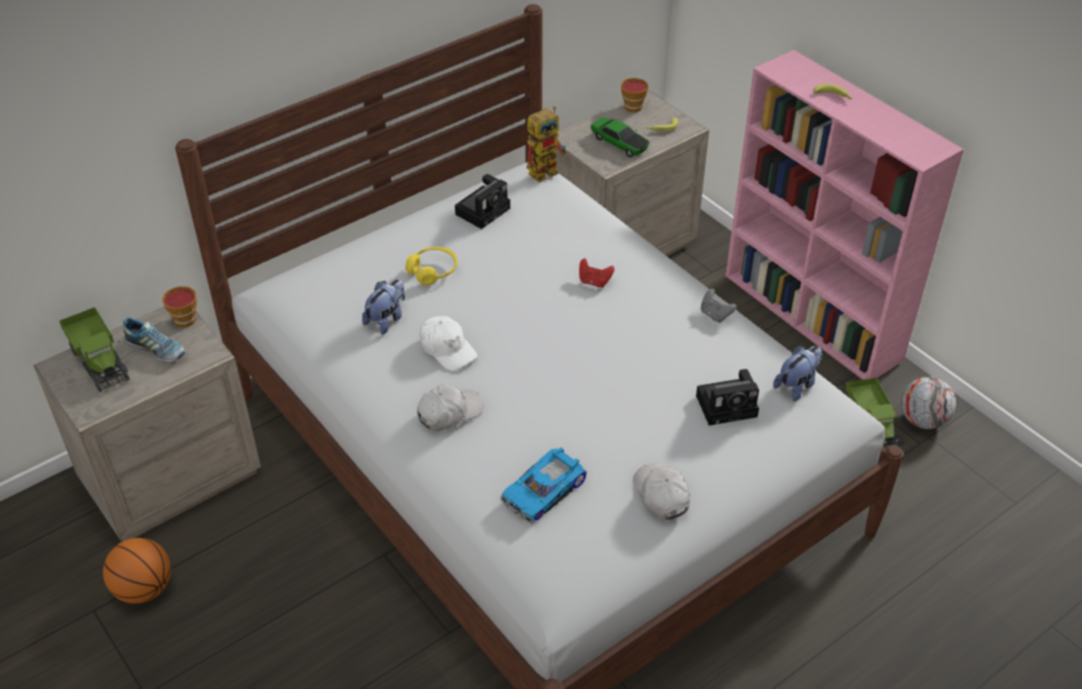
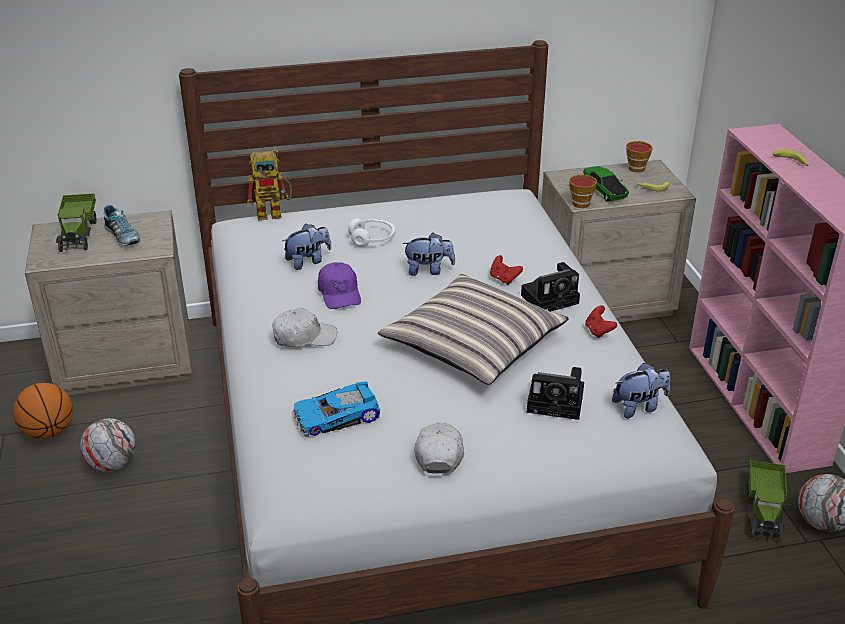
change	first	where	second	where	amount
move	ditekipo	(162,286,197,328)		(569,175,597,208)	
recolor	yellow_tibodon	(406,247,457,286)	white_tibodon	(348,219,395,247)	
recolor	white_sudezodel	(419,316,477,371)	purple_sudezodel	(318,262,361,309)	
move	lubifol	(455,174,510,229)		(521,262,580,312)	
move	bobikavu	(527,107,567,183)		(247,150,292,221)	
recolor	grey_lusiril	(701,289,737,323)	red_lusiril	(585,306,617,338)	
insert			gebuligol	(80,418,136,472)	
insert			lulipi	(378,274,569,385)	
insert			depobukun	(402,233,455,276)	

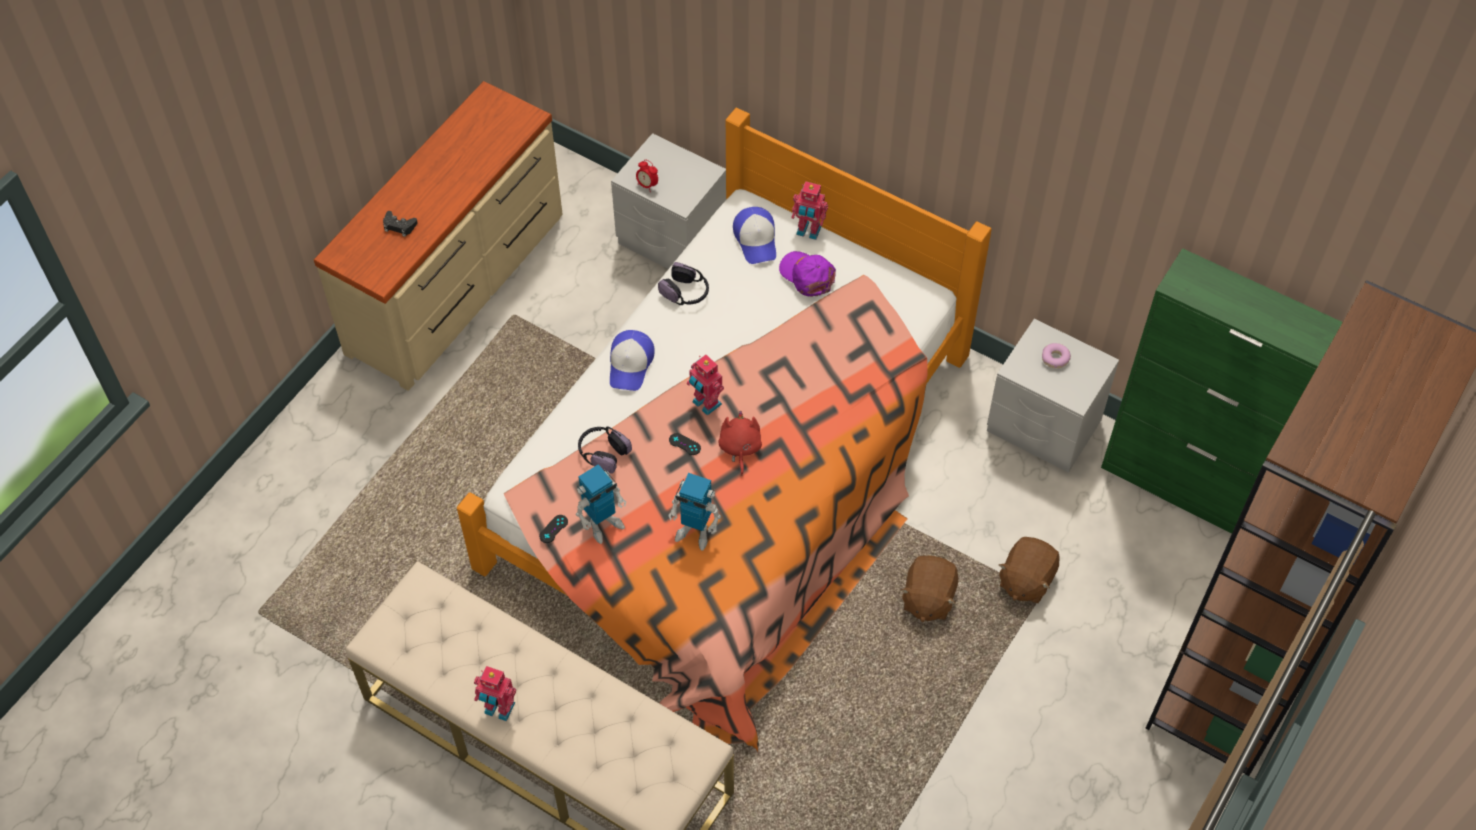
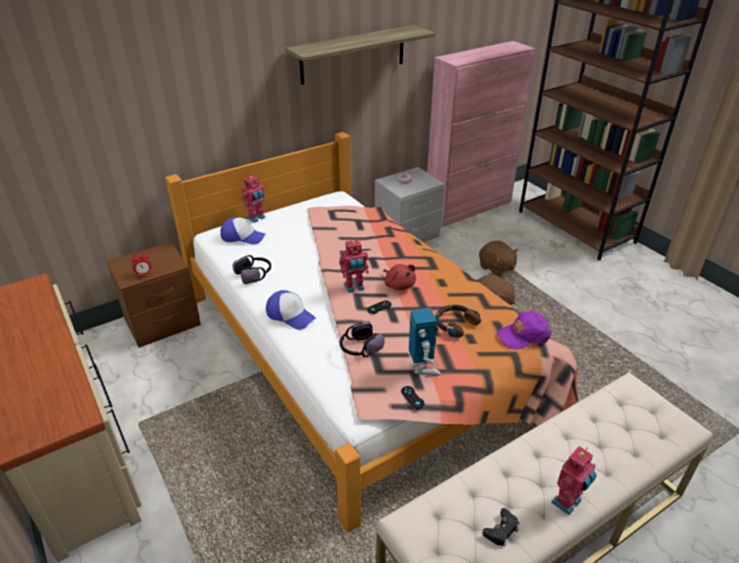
change	first	where	second	where	amount
move	black_lusiril	(383,211,418,237)		(482,508,519,547)	
recolor	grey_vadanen	(611,133,726,269)	brown_vadanen	(106,242,201,348)	
replace	bobikavu	(668,473,721,551)	tibodon	(435,304,481,338)	
rotate	red_depobukun	(718,411,762,475)		(383,264,416,291)	150 degrees counterclockwise
move	purple_sudezodel	(779,251,836,297)		(497,311,552,349)	
recolor	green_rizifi	(1101,248,1343,534)	pink_rizifi	(427,41,536,227)	
insert			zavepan	(285,25,435,85)	

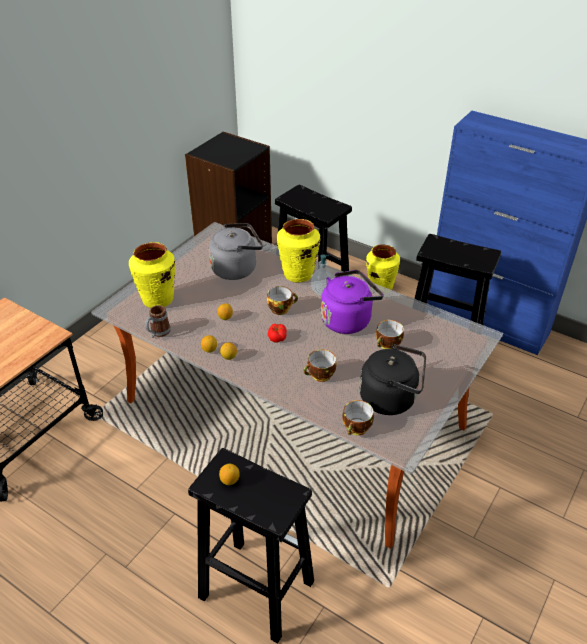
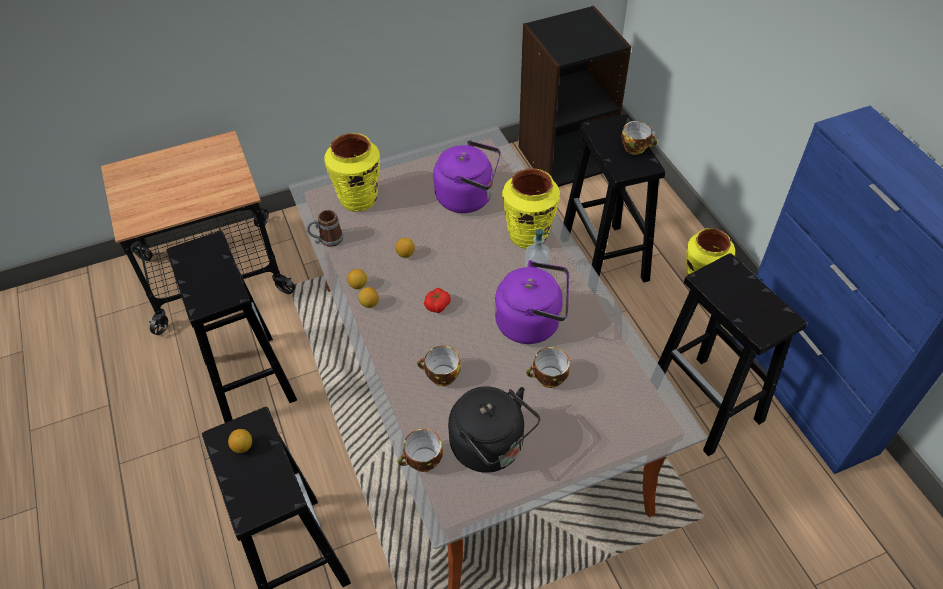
change	first	where	second	where	amount
recolor	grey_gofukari	(209,223,263,280)	purple_gofukari	(433,140,501,213)	
move	ditekipo	(267,286,298,315)		(621,121,657,155)	
insert			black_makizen	(166,231,297,423)	

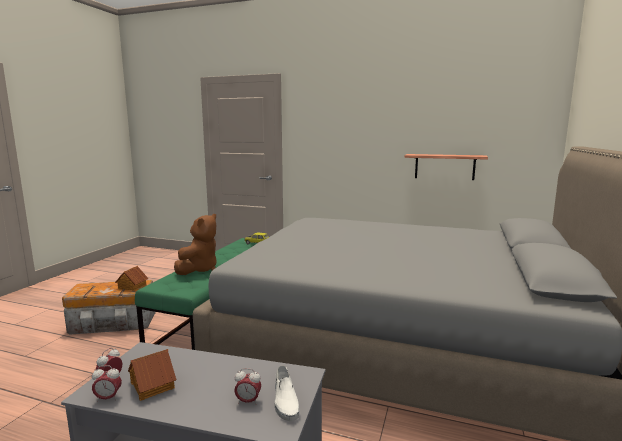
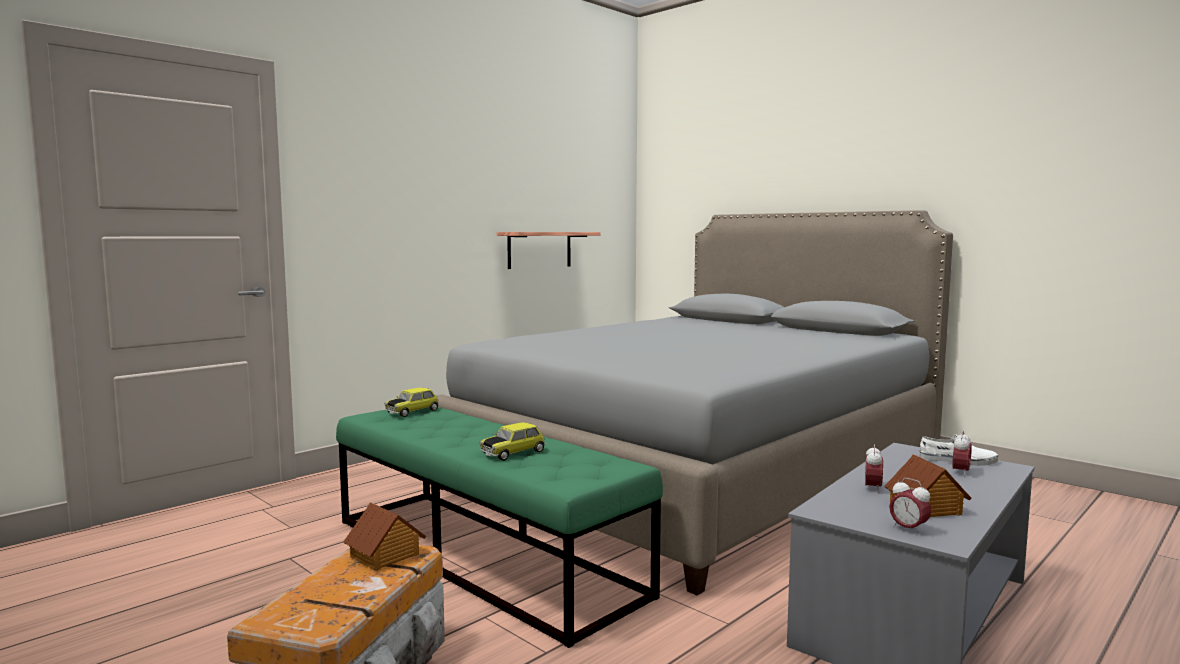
change	first	where	second	where	amount
move	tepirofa	(92,365,122,402)		(865,444,883,493)	
replace	brown_depobukun	(174,214,217,275)	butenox	(480,422,546,461)	

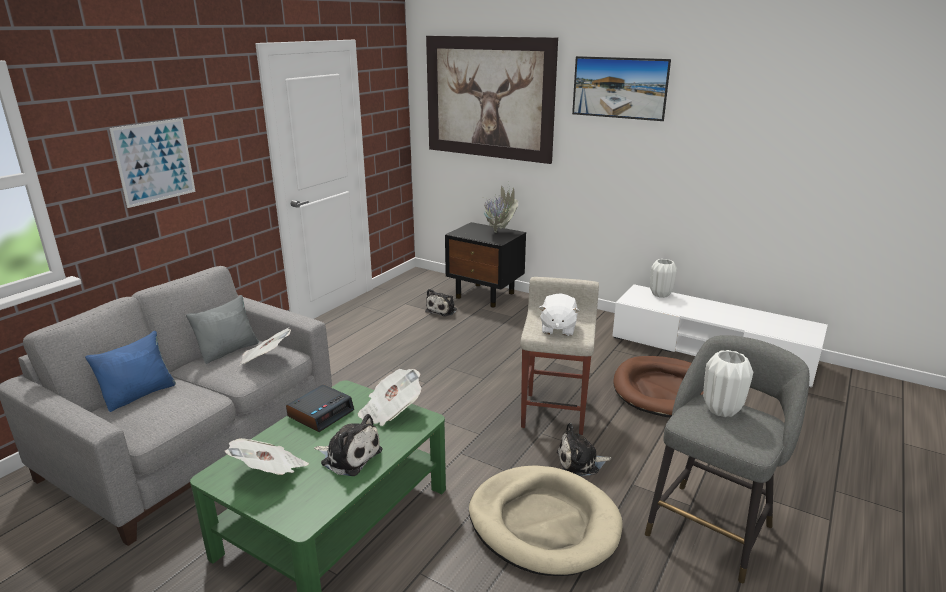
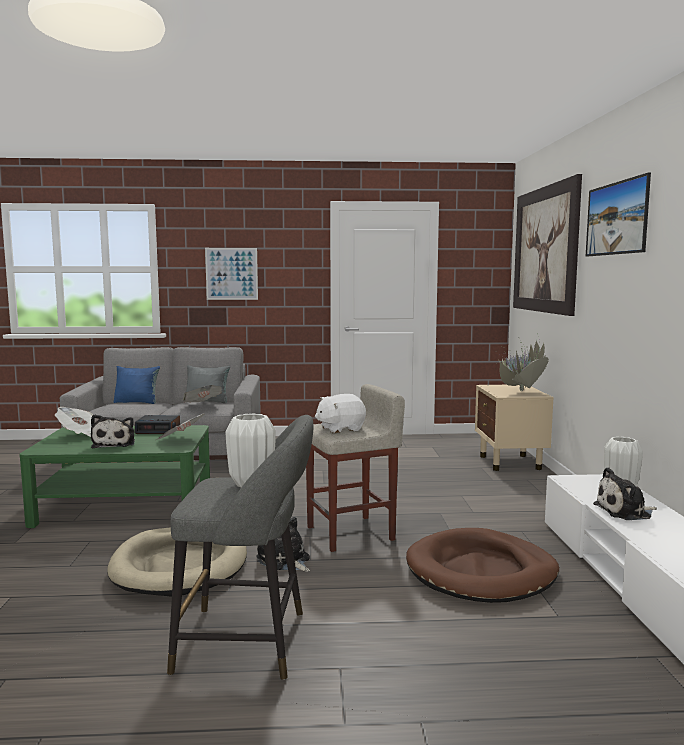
change	first	where	second	where	amount
move	depobukun	(425,289,457,316)		(593,467,657,520)	
recolor	black_vadanen	(445,222,526,307)	beige_vadanen	(475,385,554,471)	

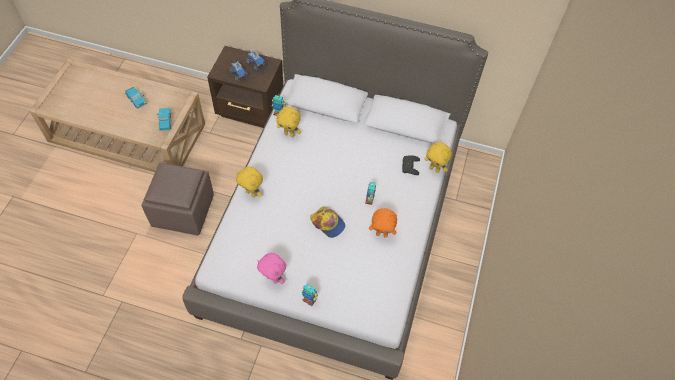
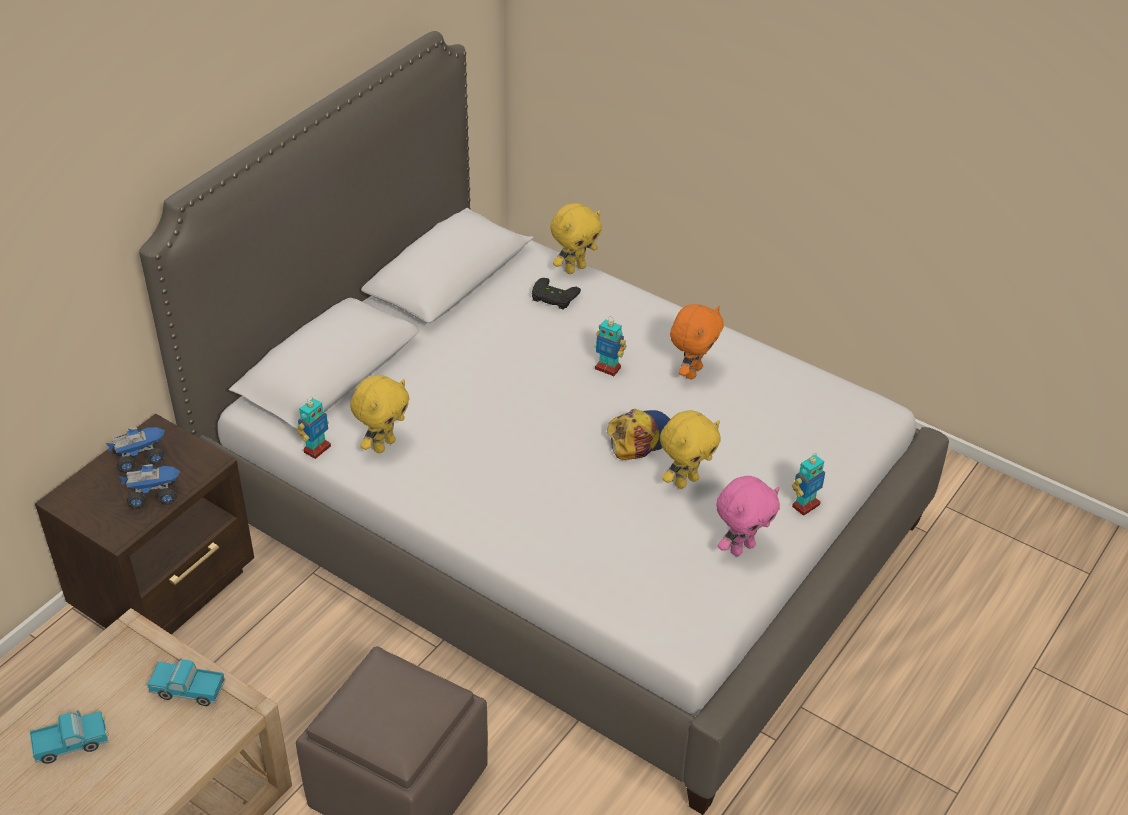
change	first	where	second	where	amount
move	yellow_depobukun	(236,166,263,197)		(660,410,721,489)	

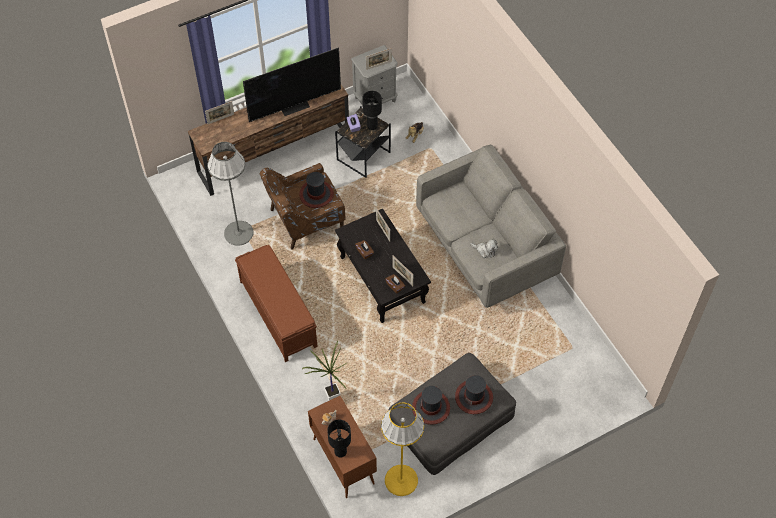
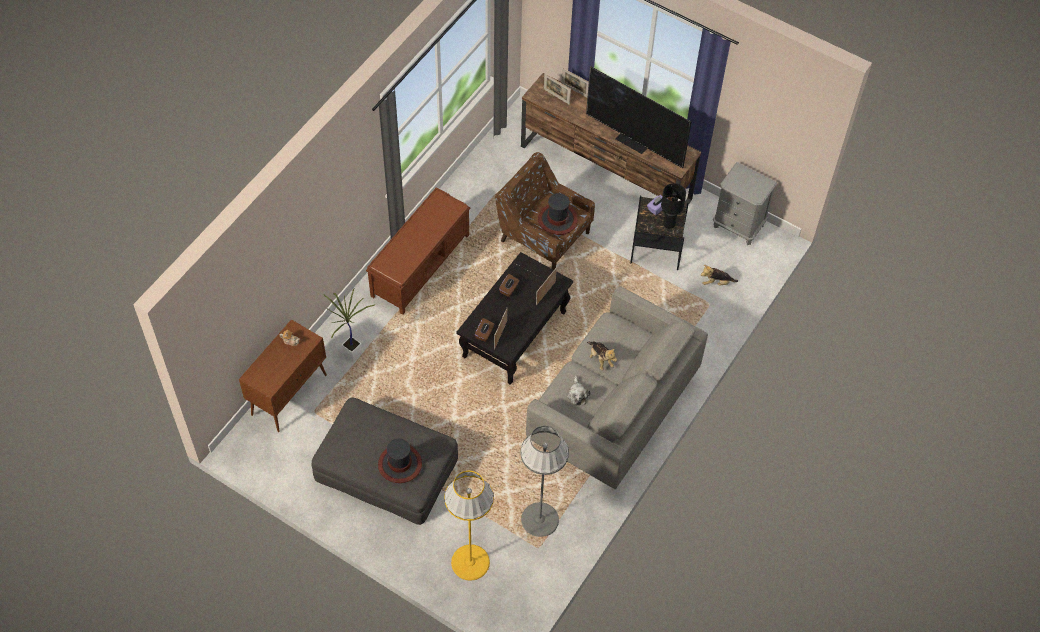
change	first	where	second	where	amount
move	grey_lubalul	(207,142,254,246)		(520,425,569,537)	
delete	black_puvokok	(327,420,351,458)			
move	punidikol	(366,48,392,70)		(544,73,571,105)	
move	yellow_lubalul	(381,403,424,496)		(444,471,494,581)	
delete	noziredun	(412,386,450,425)			
insert			depobukun	(587,342,617,370)	

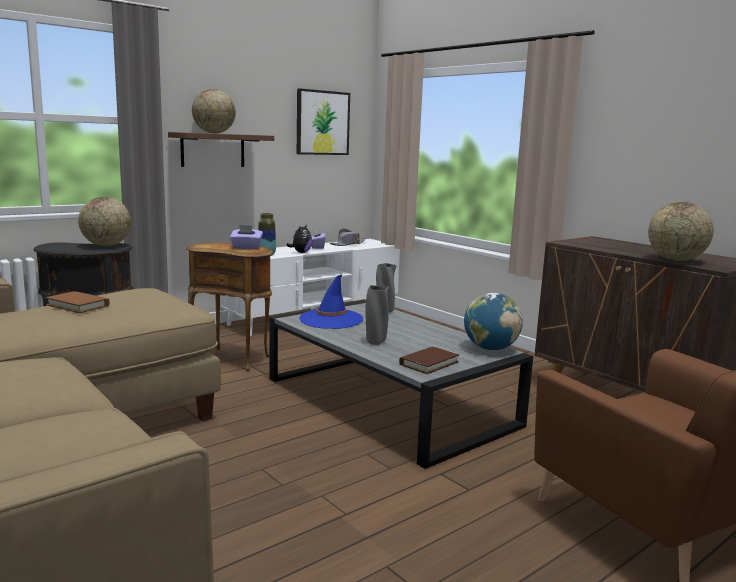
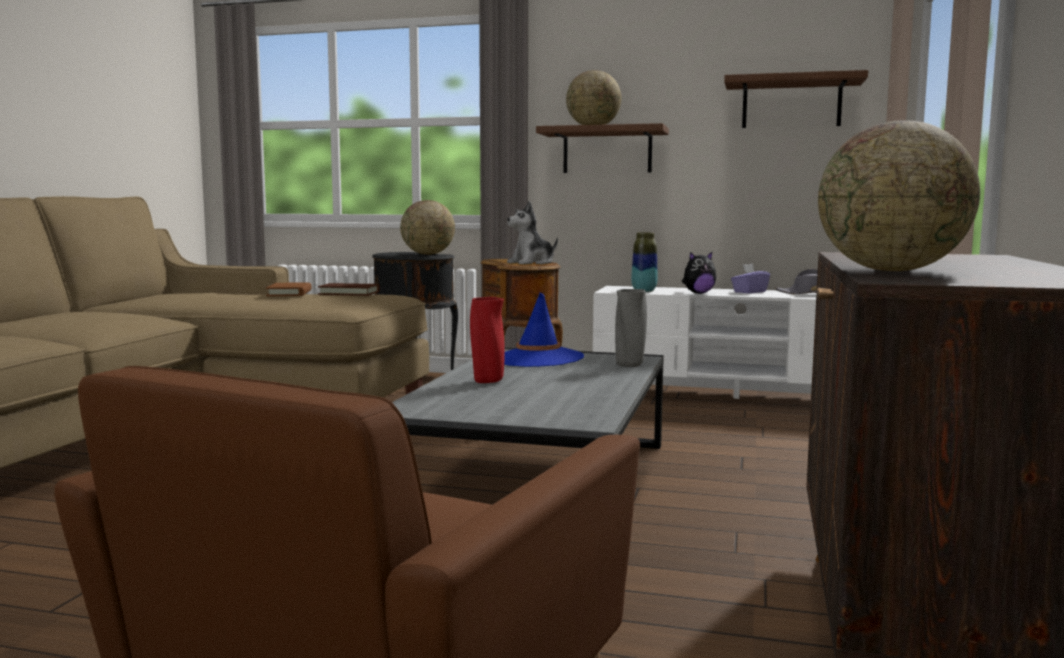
change	first	where	second	where	amount
replace	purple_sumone	(230,225,263,249)	depobukun	(507,201,558,265)	
replace	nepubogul	(297,88,350,155)	zavepan	(724,70,868,128)	
recolor	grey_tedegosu	(365,285,389,345)	red_tedegosu	(470,297,505,383)	
move	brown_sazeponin	(399,347,459,374)		(318,283,380,296)	
delete	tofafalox	(464,293,523,350)			

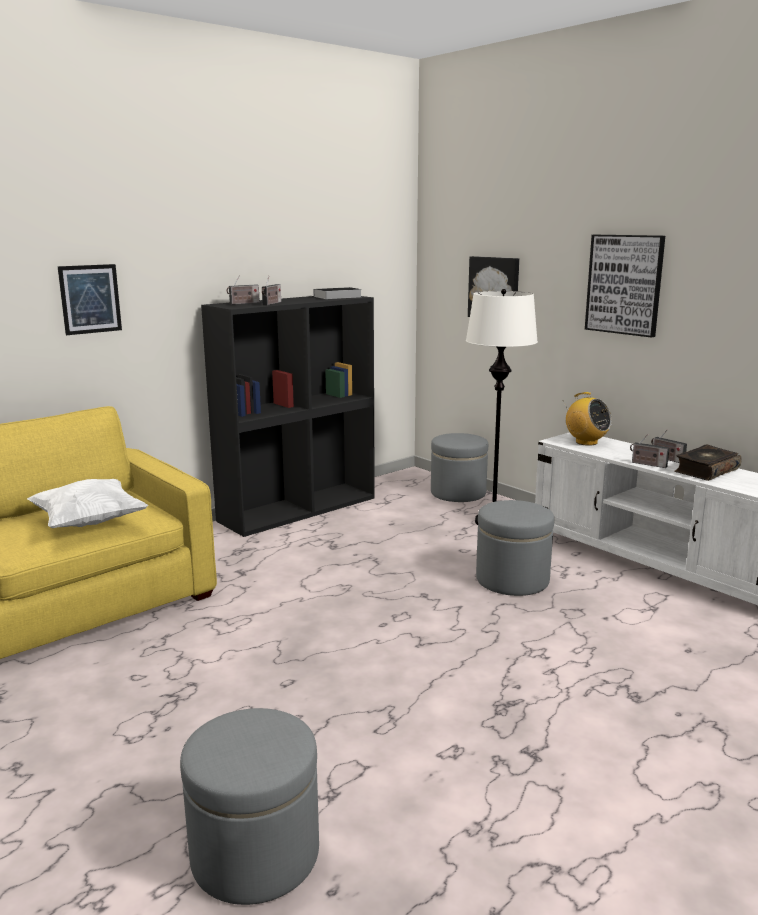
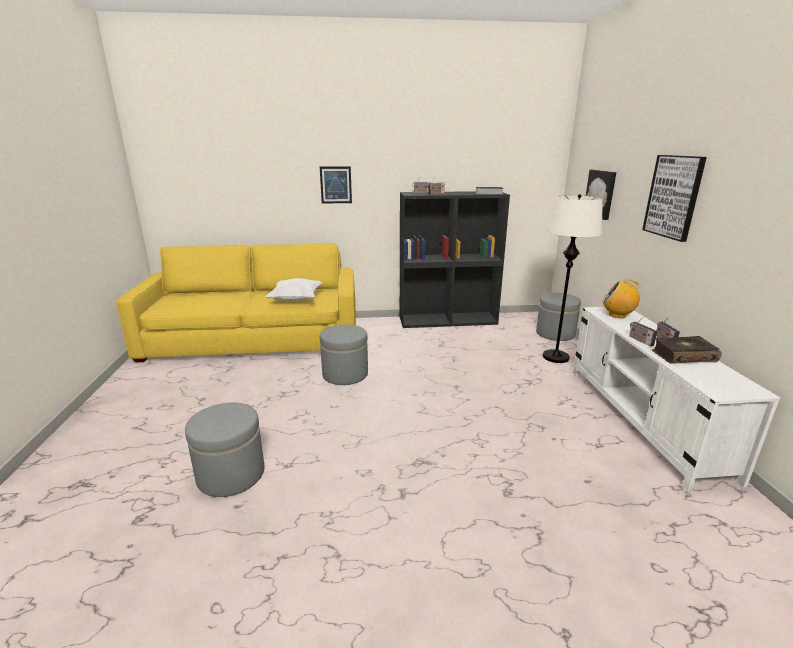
change	first	where	second	where	amount
move	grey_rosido	(476,500,554,596)		(320,325,368,385)	
rotate	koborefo	(564,392,612,446)		(602,279,640,318)	120 degrees clockwise

